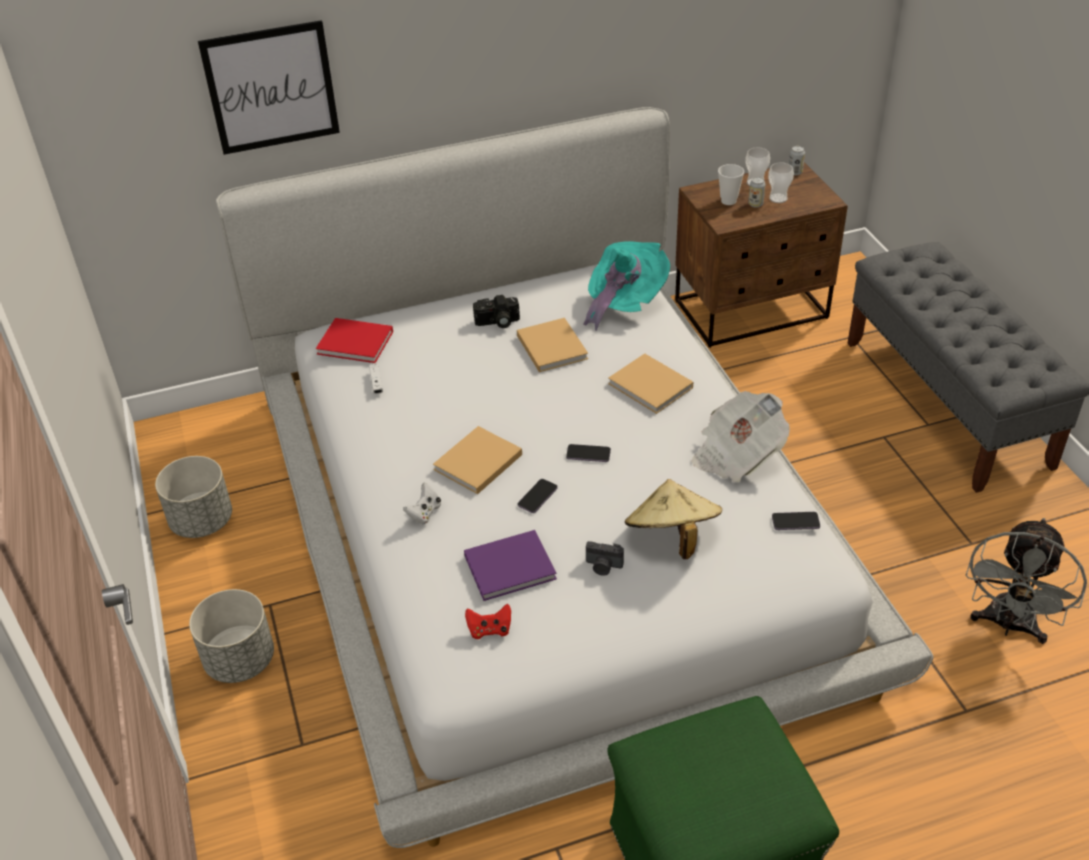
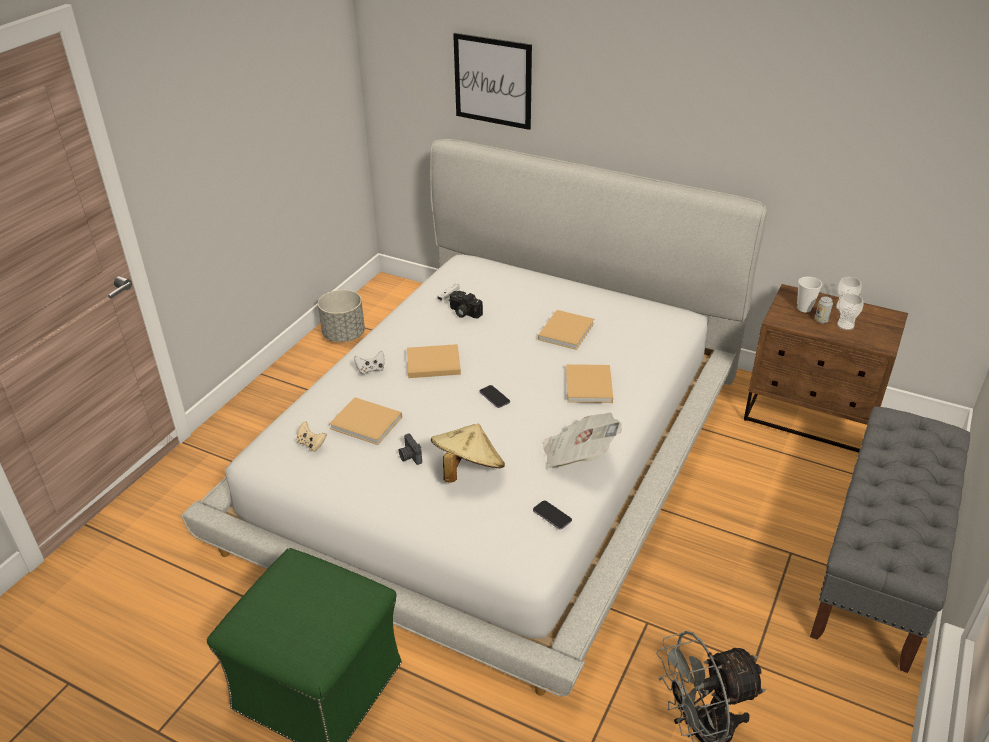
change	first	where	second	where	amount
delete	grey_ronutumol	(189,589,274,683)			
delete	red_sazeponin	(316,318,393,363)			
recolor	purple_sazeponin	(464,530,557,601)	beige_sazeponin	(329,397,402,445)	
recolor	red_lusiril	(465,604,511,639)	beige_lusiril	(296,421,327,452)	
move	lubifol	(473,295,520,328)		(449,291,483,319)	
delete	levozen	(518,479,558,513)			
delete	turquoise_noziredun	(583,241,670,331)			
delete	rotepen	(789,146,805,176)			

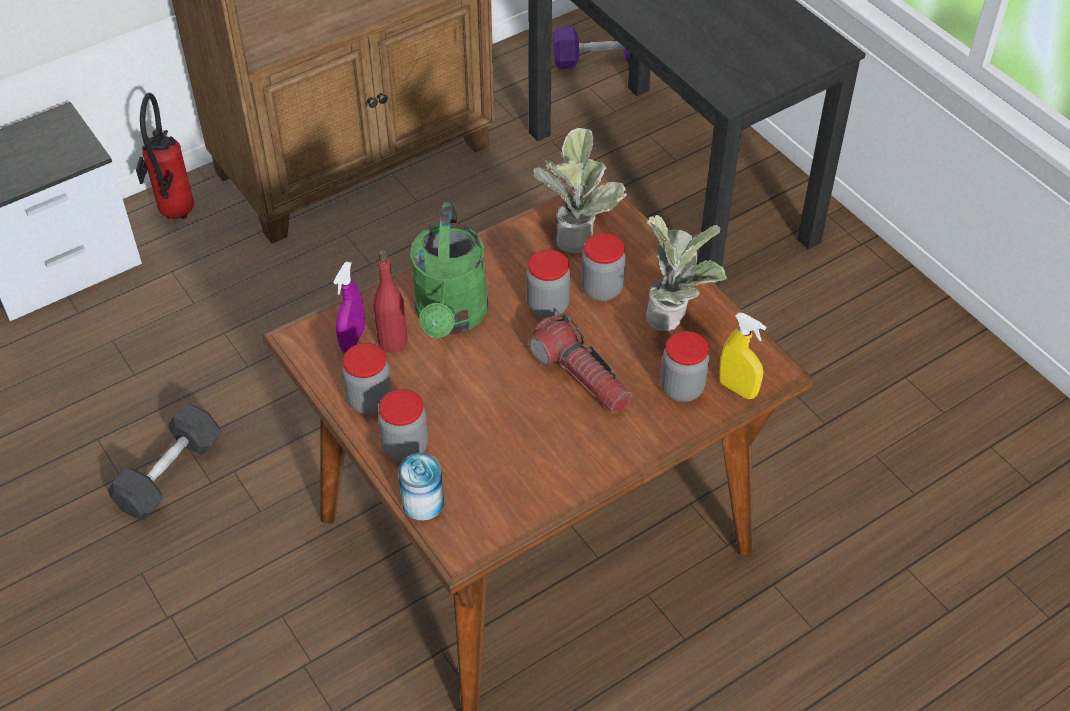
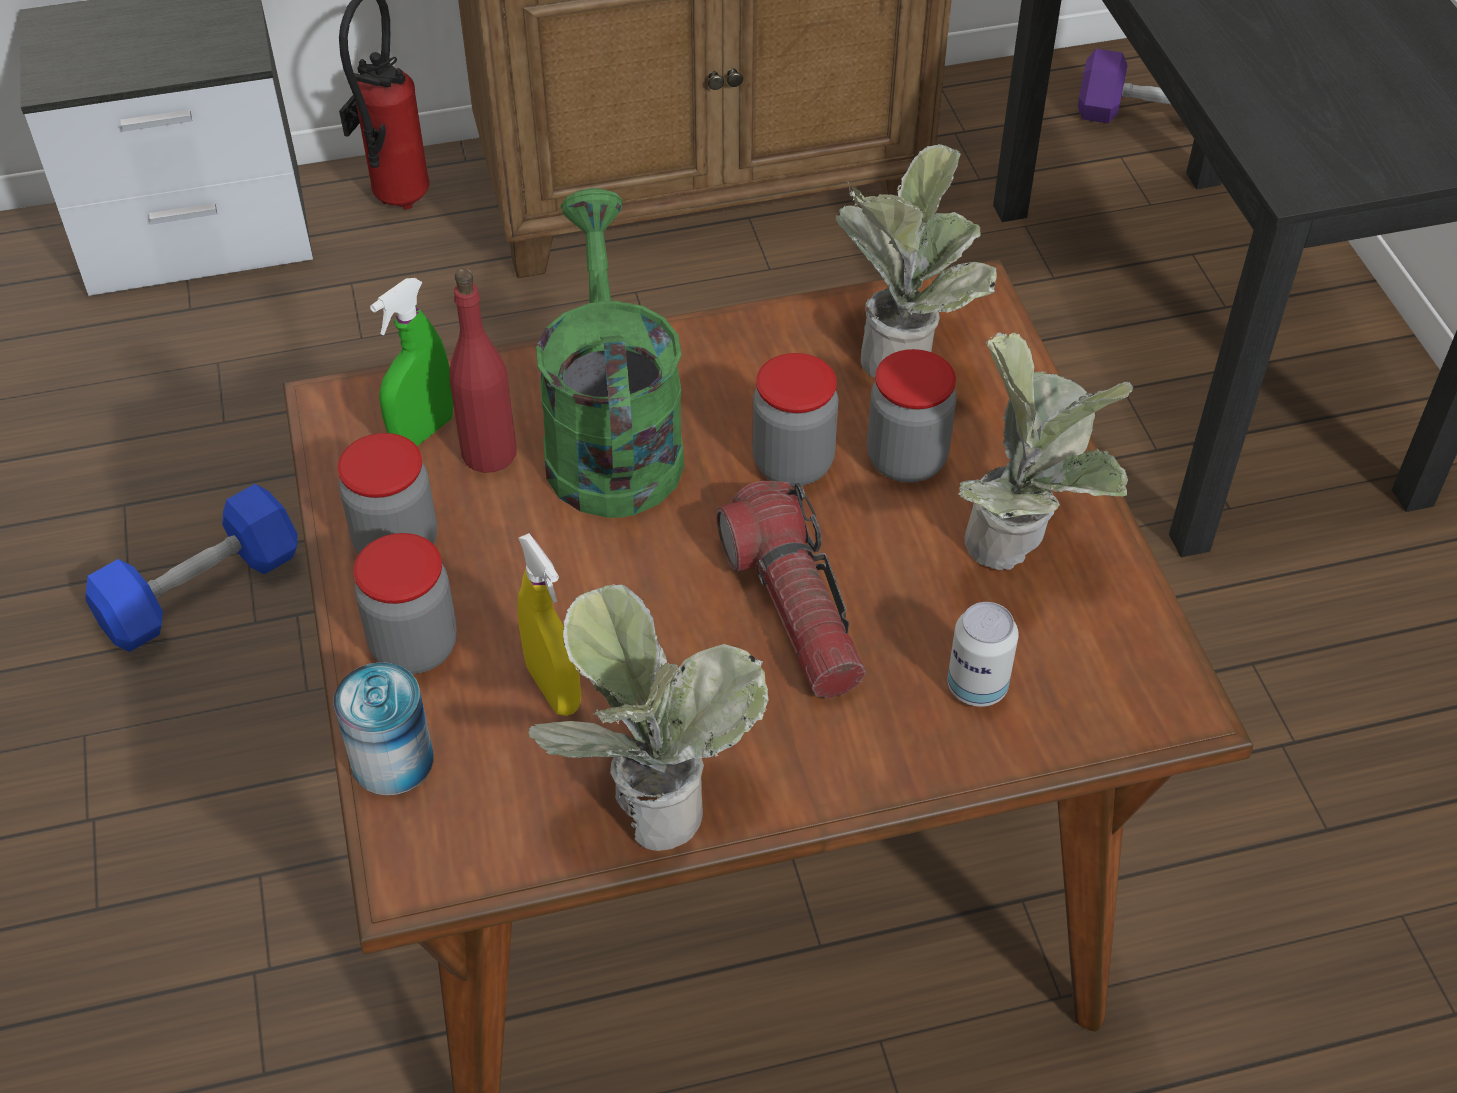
change	first	where	second	where	amount
recolor	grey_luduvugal	(108,403,222,520)	blue_luduvugal	(86,484,298,652)	
recolor	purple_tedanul	(333,261,365,353)	green_tedanul	(370,278,453,446)	
rotate	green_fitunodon	(410,202,488,338)		(536,188,684,518)	150 degrees clockwise
replace	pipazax	(661,331,709,402)	rotepen	(947,602,1019,707)	
move	yellow_tedanul	(719,312,767,399)		(518,533,581,716)	
insert			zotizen	(529,584,769,851)	

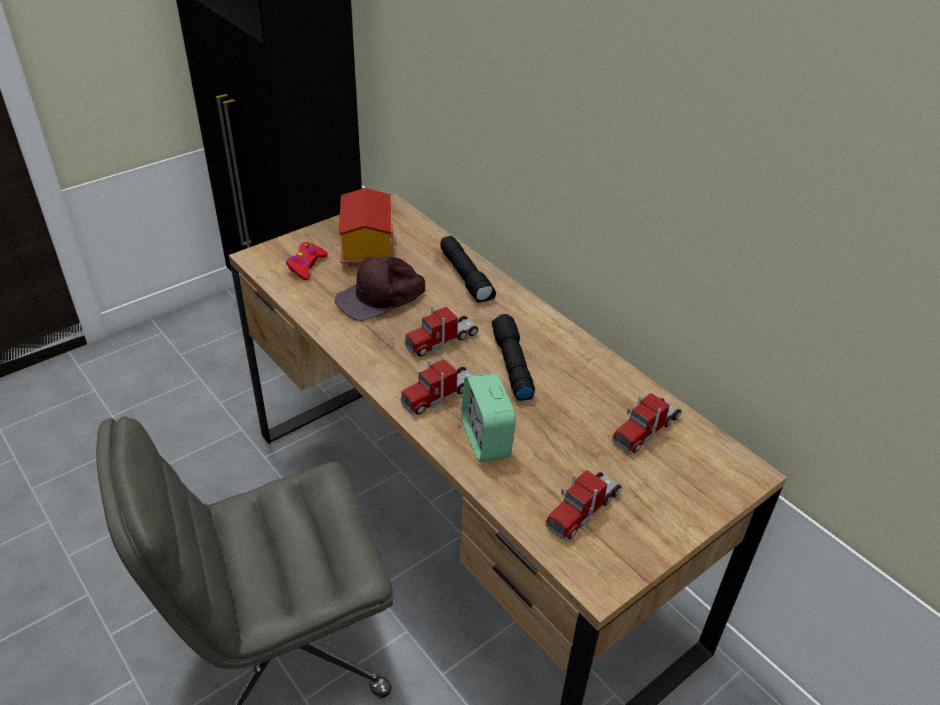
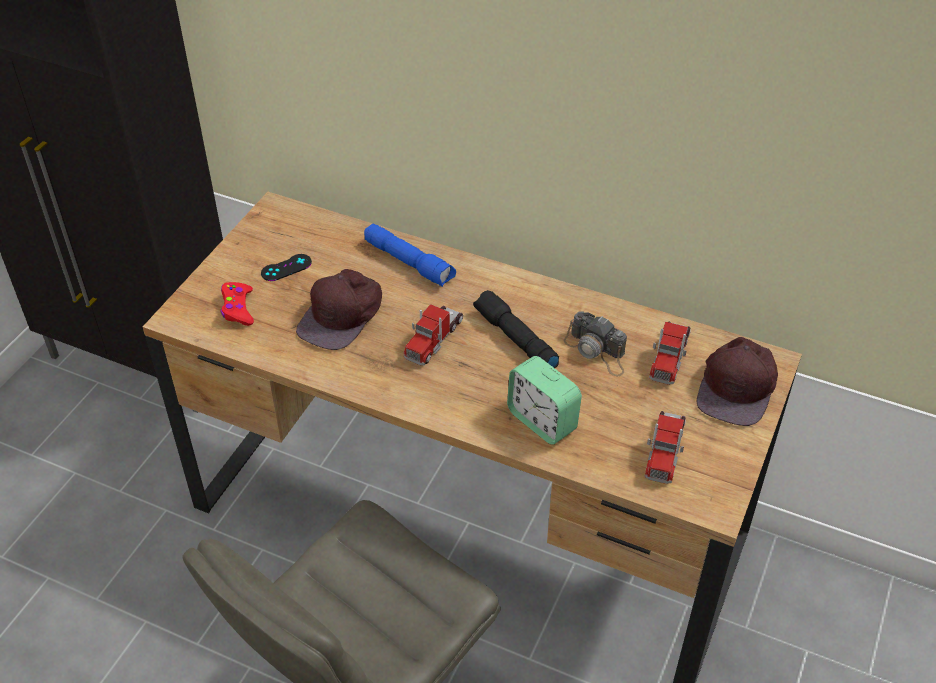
change	first	where	second	where	amount
replace	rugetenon	(339,188,394,267)	black_lusiril	(261,254,312,281)	
delete	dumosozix	(401,359,472,415)			
recolor	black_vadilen	(440,236,496,303)	blue_vadilen	(364,224,456,287)	
insert			lubifol	(563,311,627,376)	
insert			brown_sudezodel	(697,337,778,426)	

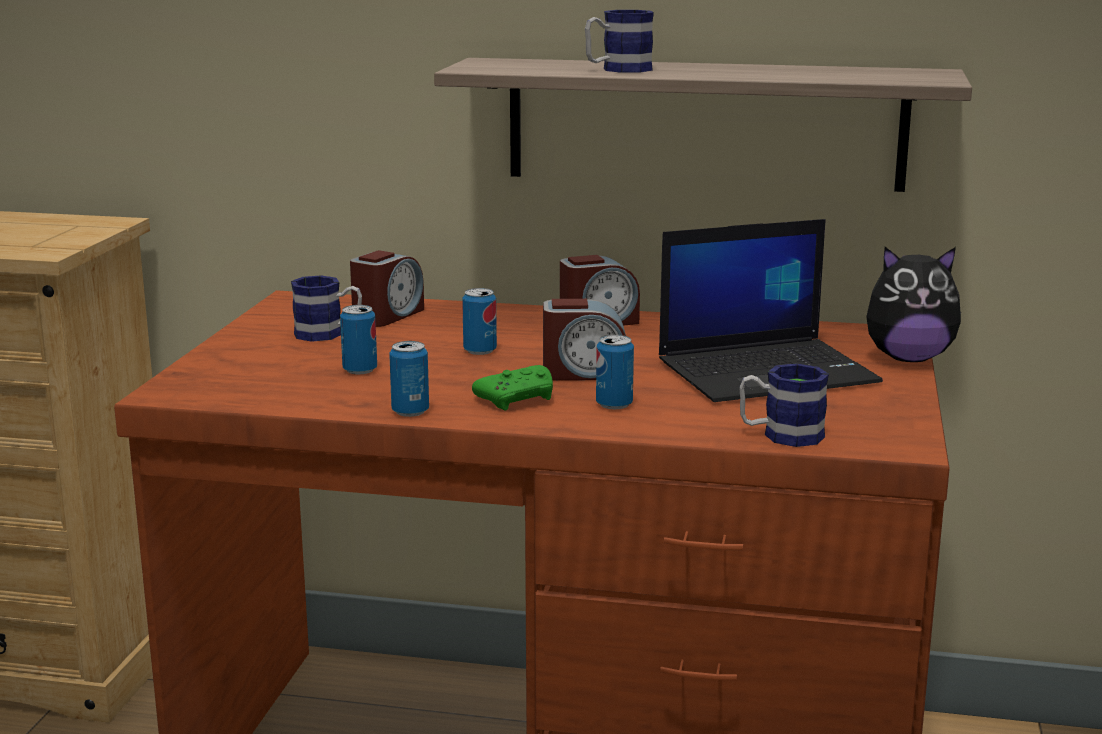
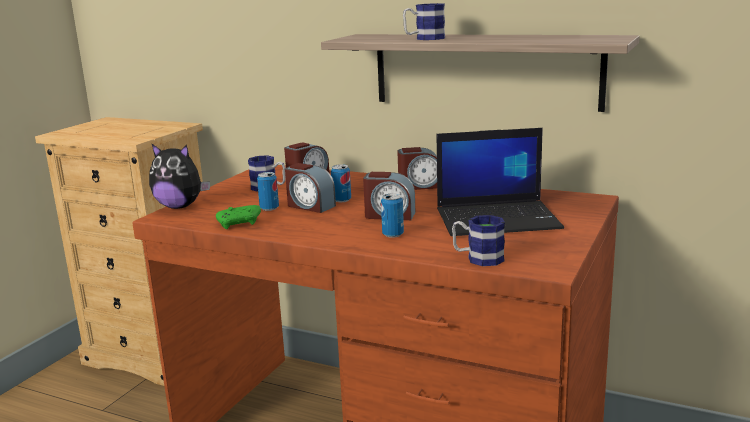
change	first	where	second	where	amount
delete	rotepen	(389,341,429,417)			
move	green_lusiril	(472,365,553,410)		(216,205,261,229)	
move	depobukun	(866,247,961,362)		(149,143,210,209)	
insert			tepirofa	(285,163,336,213)	

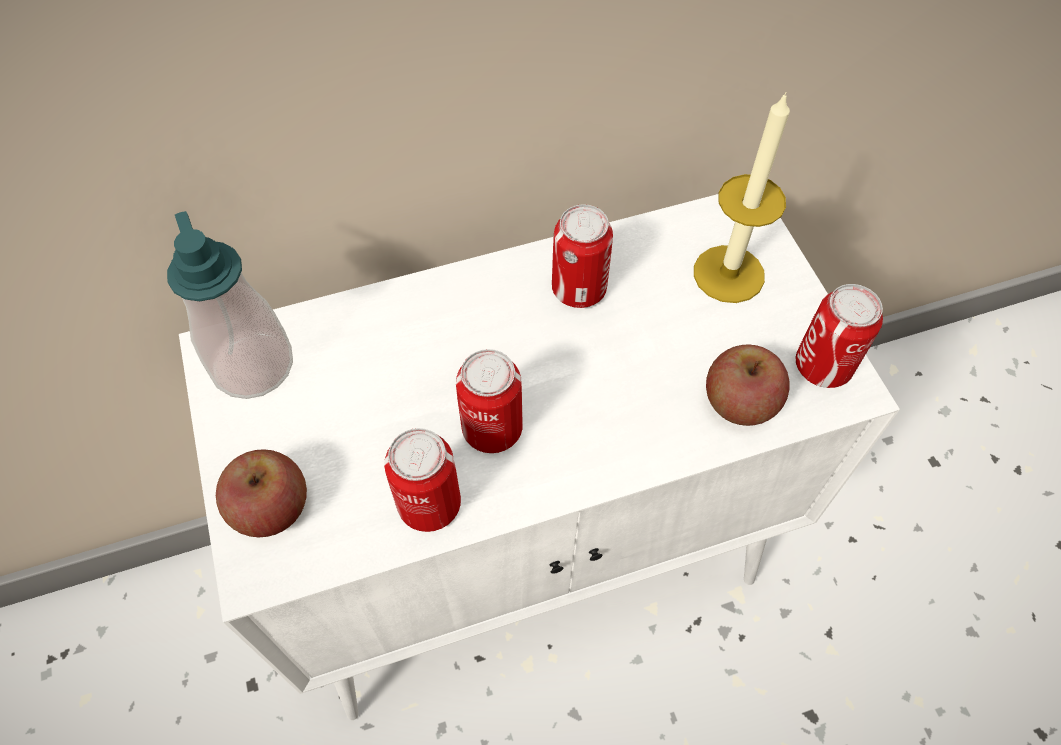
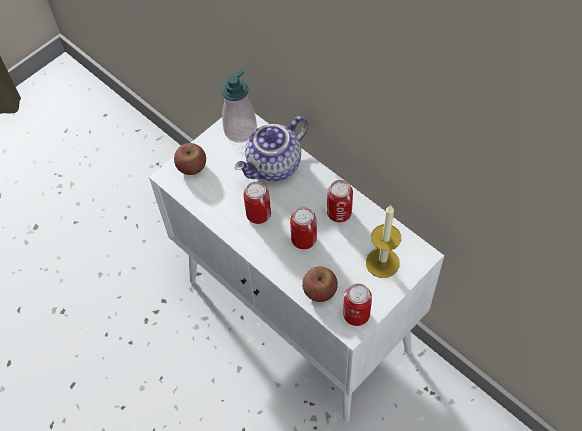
change	first	where	second	where	amount
move	rotepen	(384,428,461,532)		(290,207,317,249)	
insert			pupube	(235,116,308,181)	

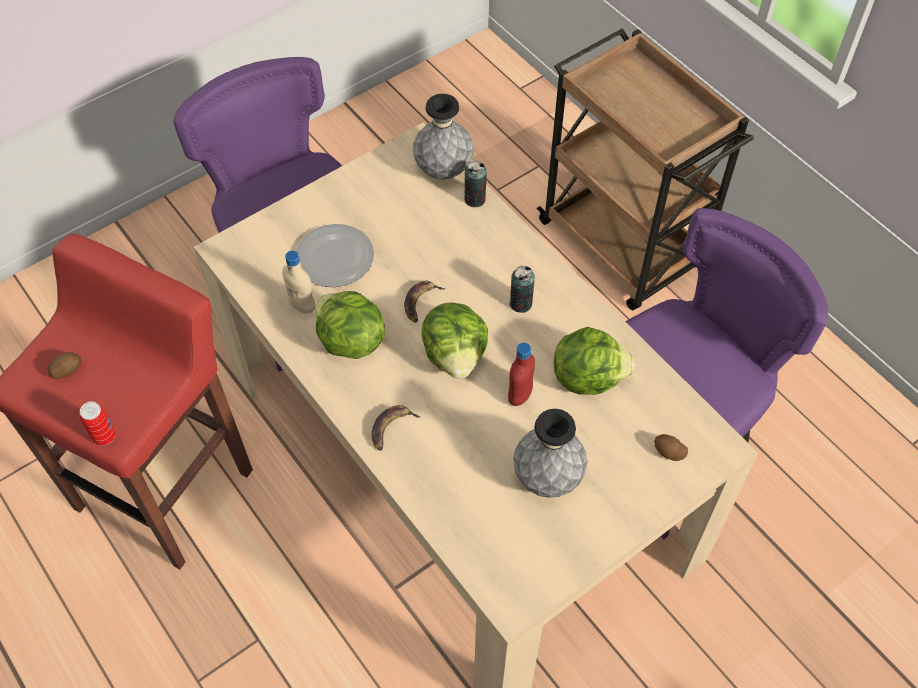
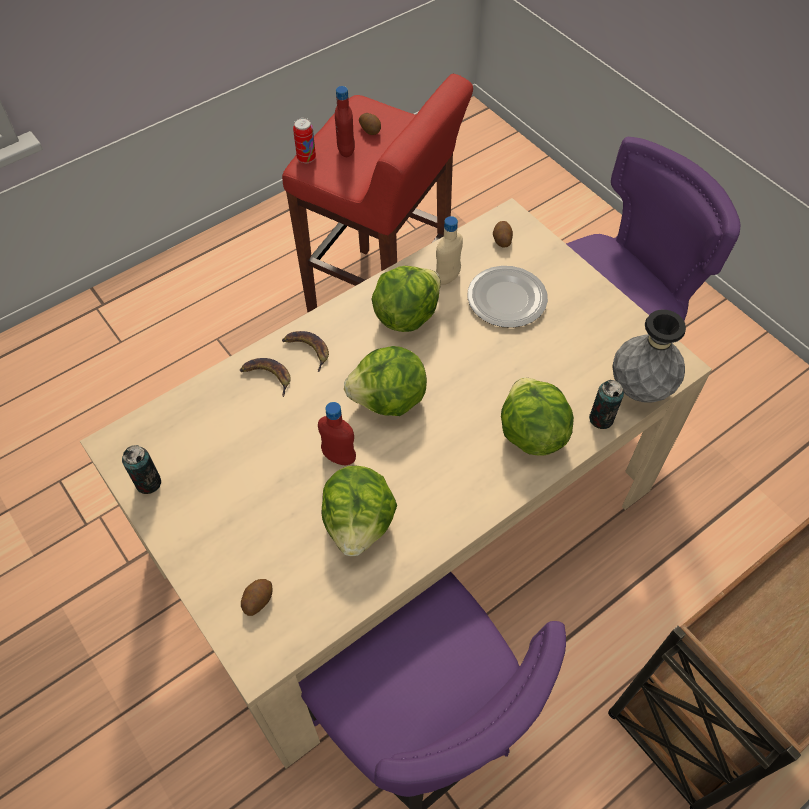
change	first	where	second	where	amount
move	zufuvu	(404,281,445,323)		(240,358,291,397)	
move	rotepen	(509,266,535,313)		(122,445,161,494)	
delete	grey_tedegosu	(513,409,587,498)			
insert			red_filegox	(335,86,355,157)	
insert			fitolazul	(493,221,513,248)	
insert			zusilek	(501,377,574,456)	

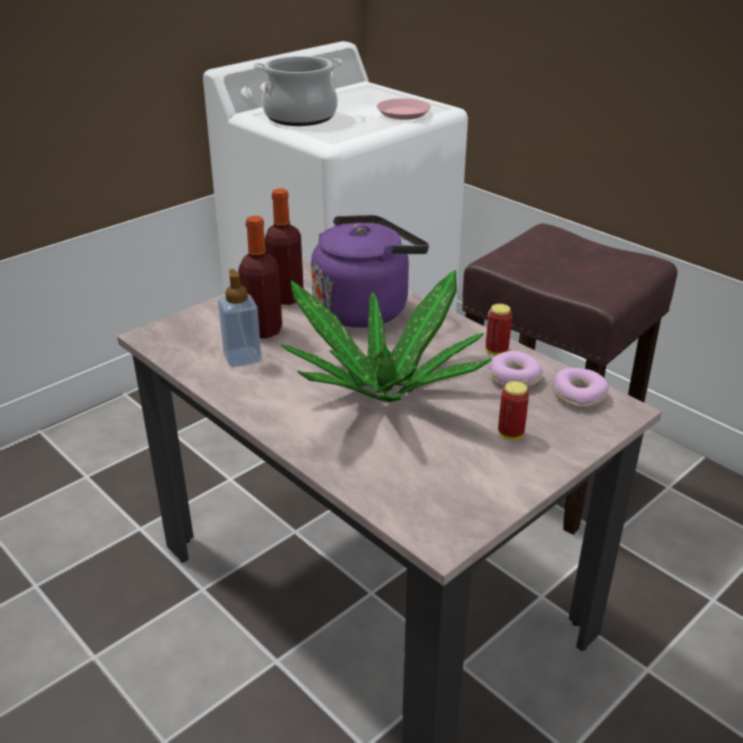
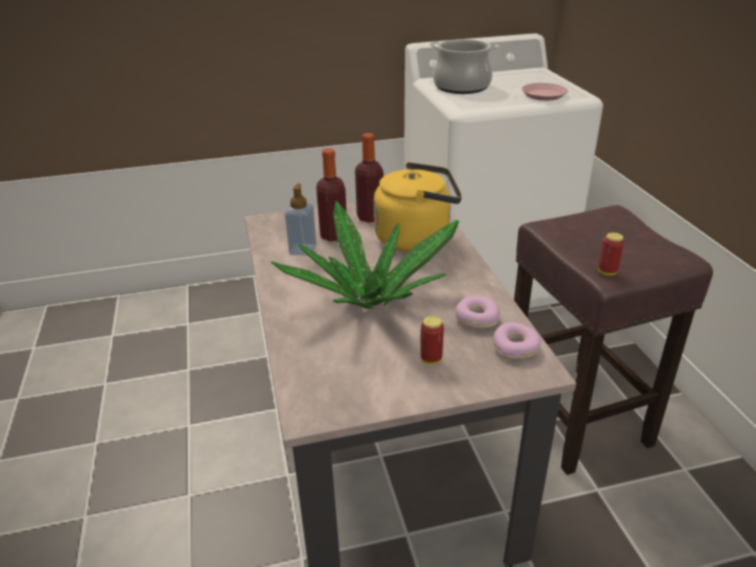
change	first	where	second	where	amount
recolor	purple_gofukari	(311,215,429,328)	yellow_gofukari	(373,162,462,252)	
move	rotepen	(486,304,512,355)		(598,232,624,276)	

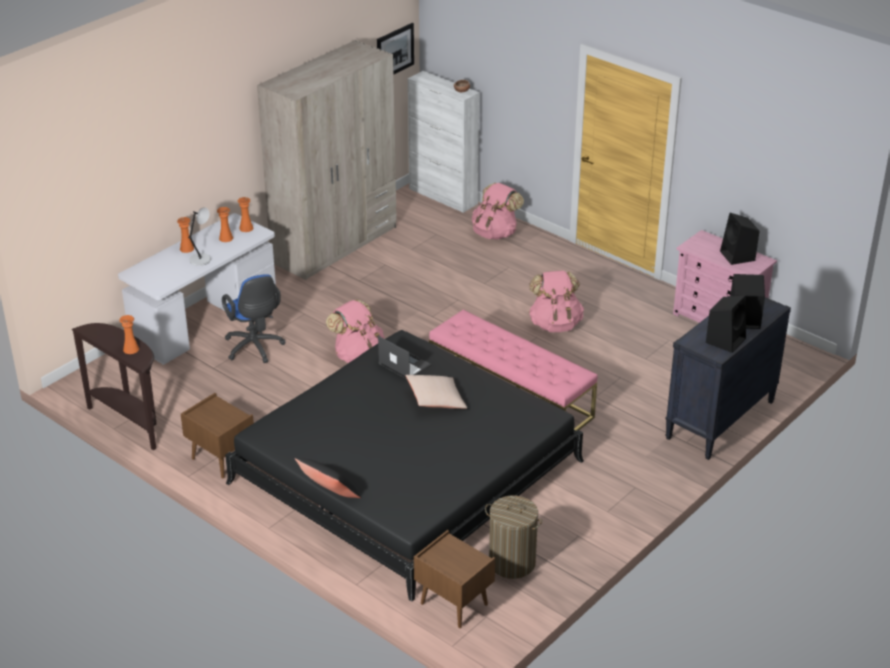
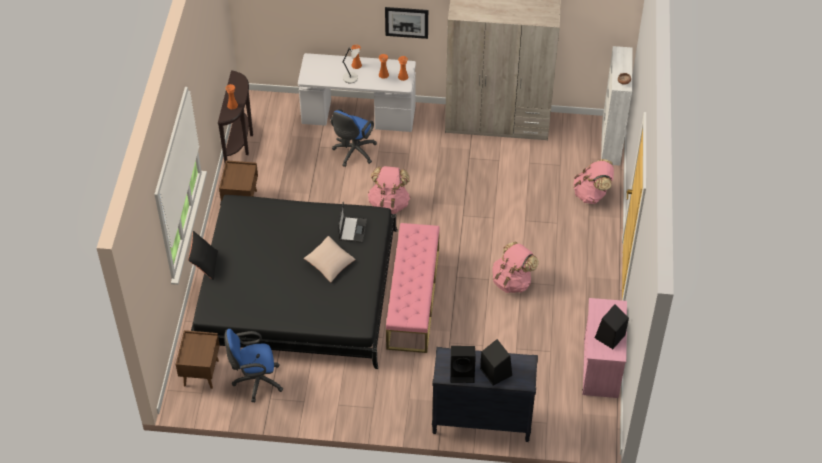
change	first	where	second	where	amount
move	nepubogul	(377,23,414,75)		(385,7,428,39)	
replace	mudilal	(485,495,542,579)	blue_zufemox	(224,329,283,402)	

